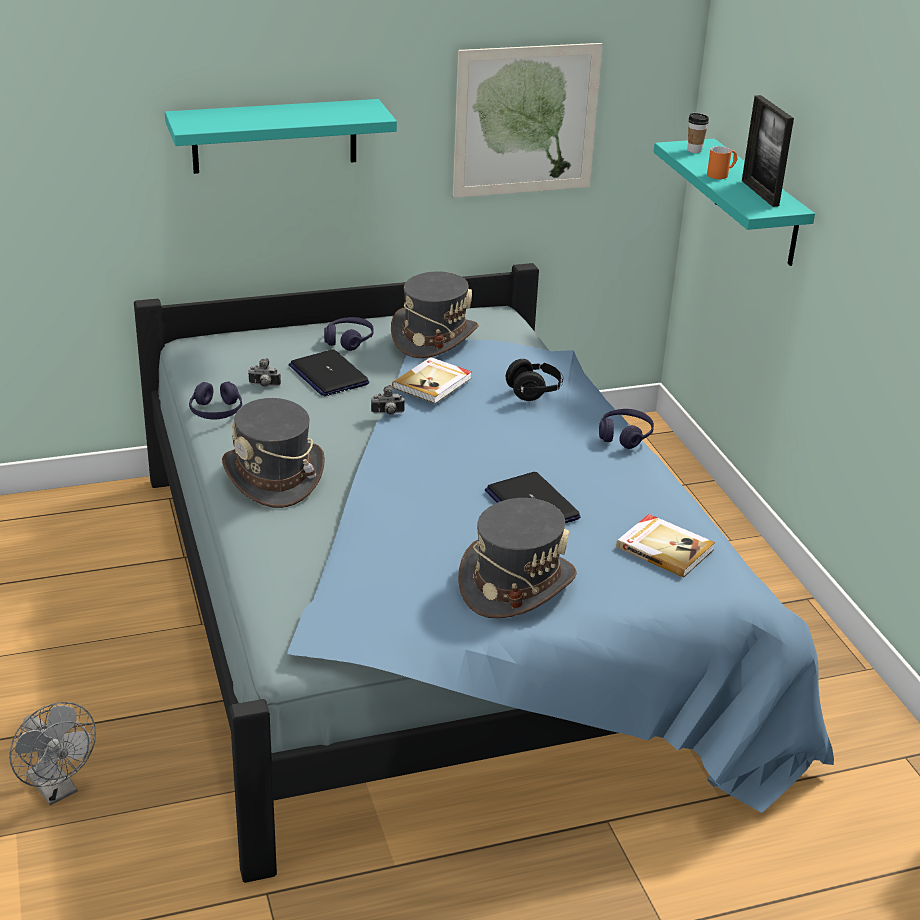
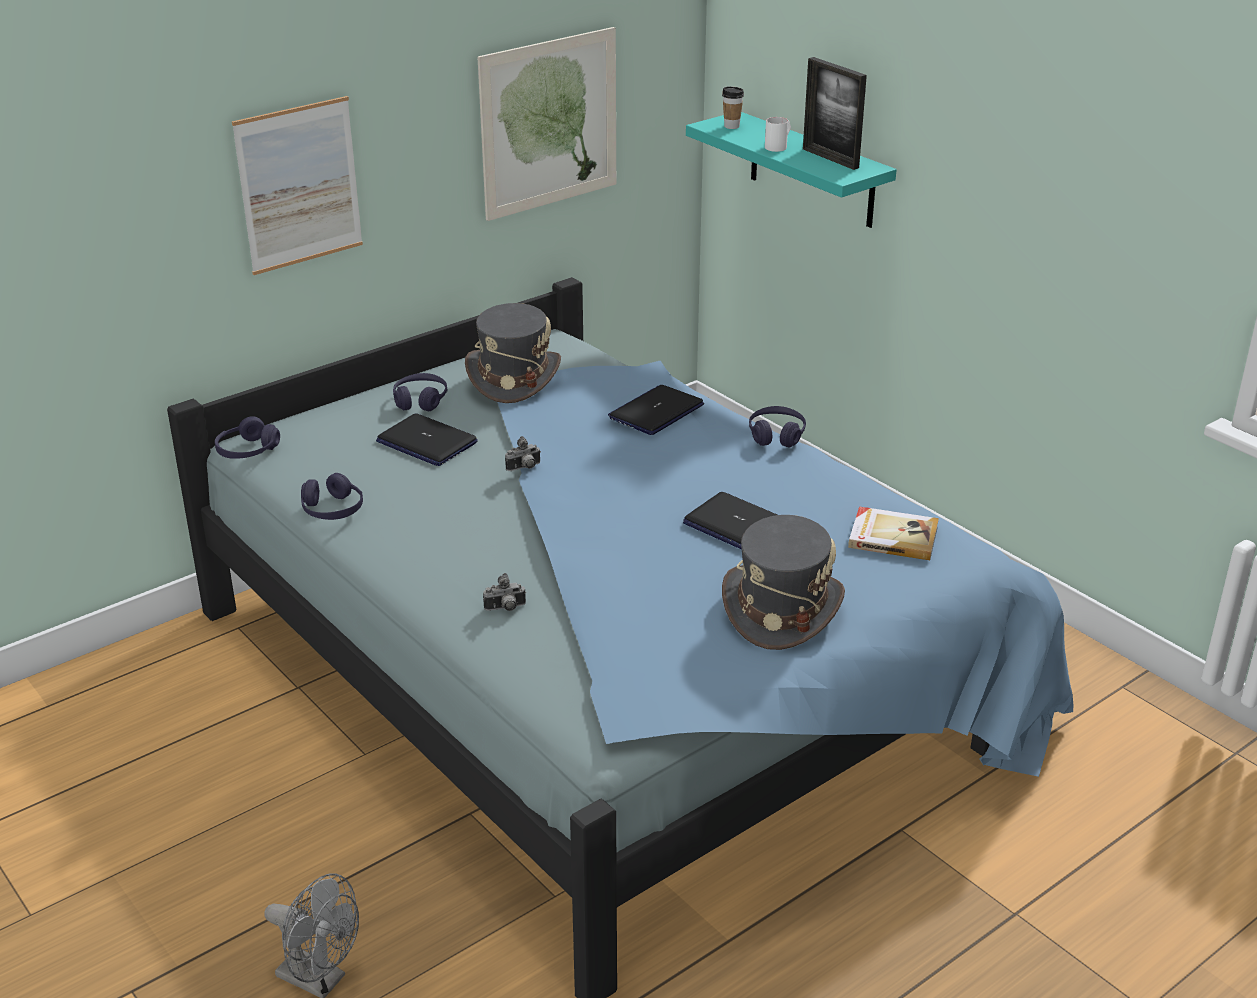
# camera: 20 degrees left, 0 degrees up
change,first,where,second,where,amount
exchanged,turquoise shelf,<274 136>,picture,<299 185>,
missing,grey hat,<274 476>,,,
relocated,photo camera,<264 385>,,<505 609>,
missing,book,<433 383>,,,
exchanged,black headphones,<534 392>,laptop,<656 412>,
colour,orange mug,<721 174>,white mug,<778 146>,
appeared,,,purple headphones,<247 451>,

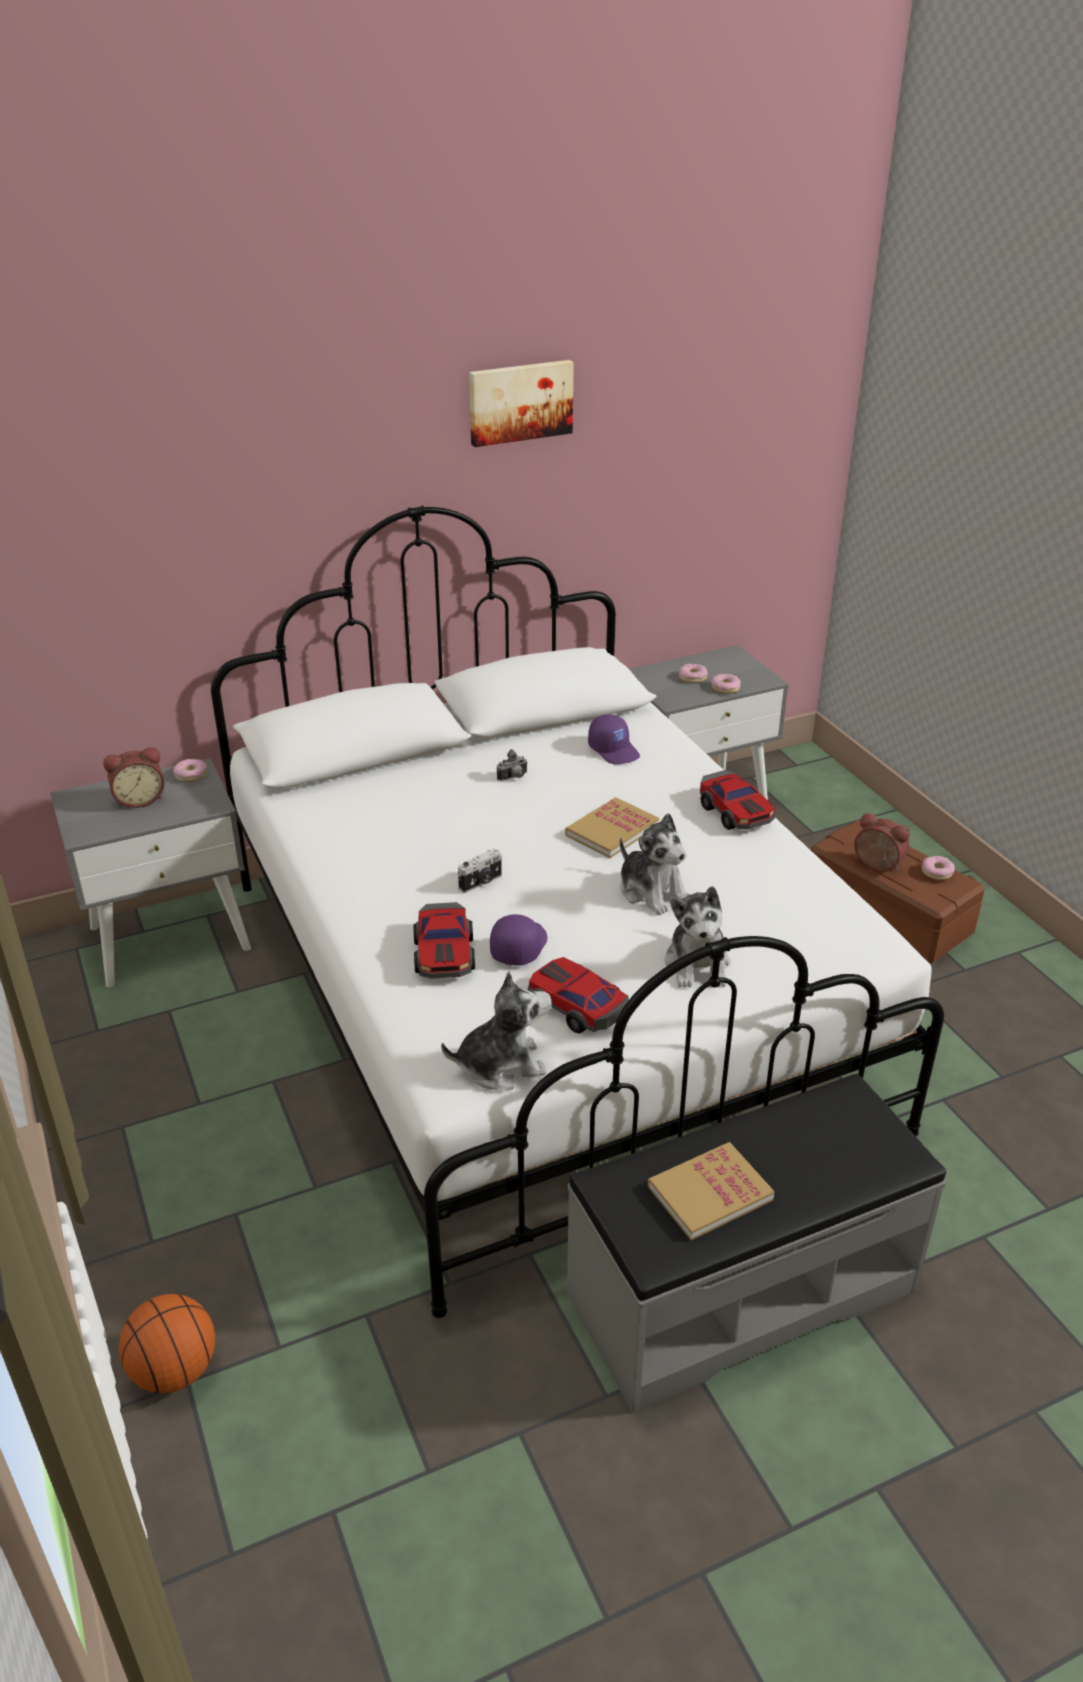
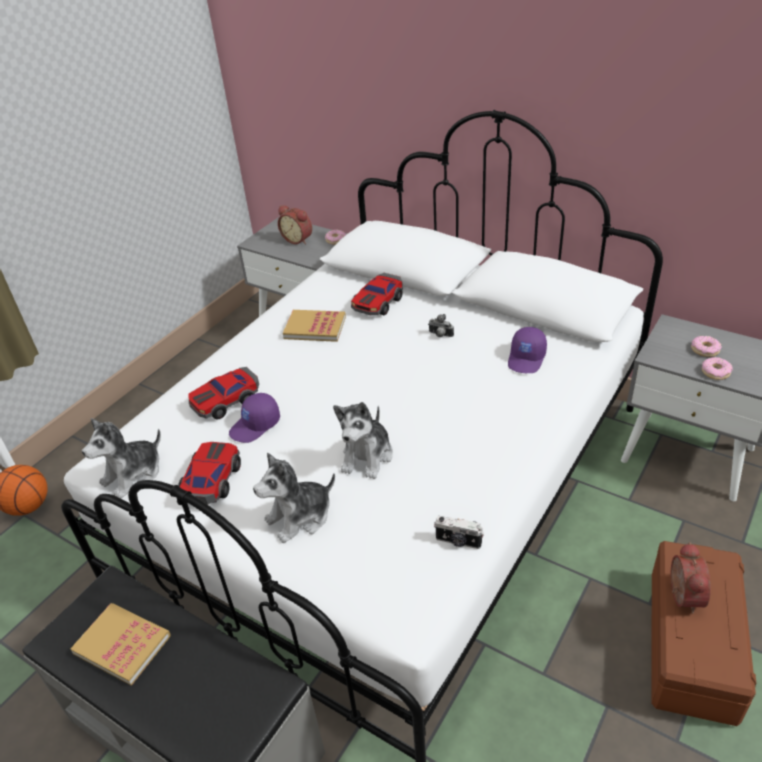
# camera: 60 degrees right, 5 degrees up
change,first,where,second,where,amount
spun,plush toy,<501 1065>,,<133 475>,90 degrees clockwise
relocated,photo camera,<481 883>,,<458 542>,
missing,picture,<520 402>,,,
spun,purple cap,<518 946>,,<255 426>,150 degrees clockwise
relocated,book,<612 830>,,<315 327>,
relocated,toy car,<735 812>,,<378 303>,
missing,donut,<936 872>,,,

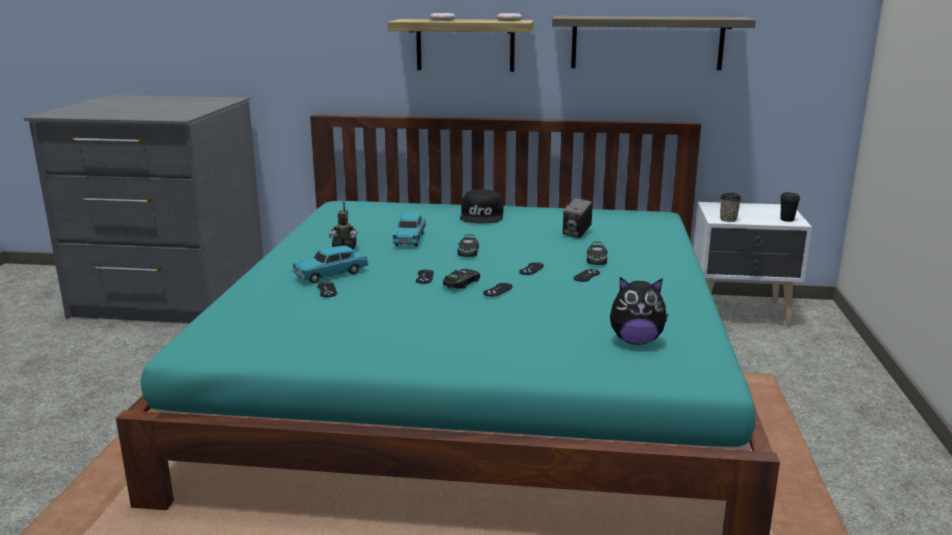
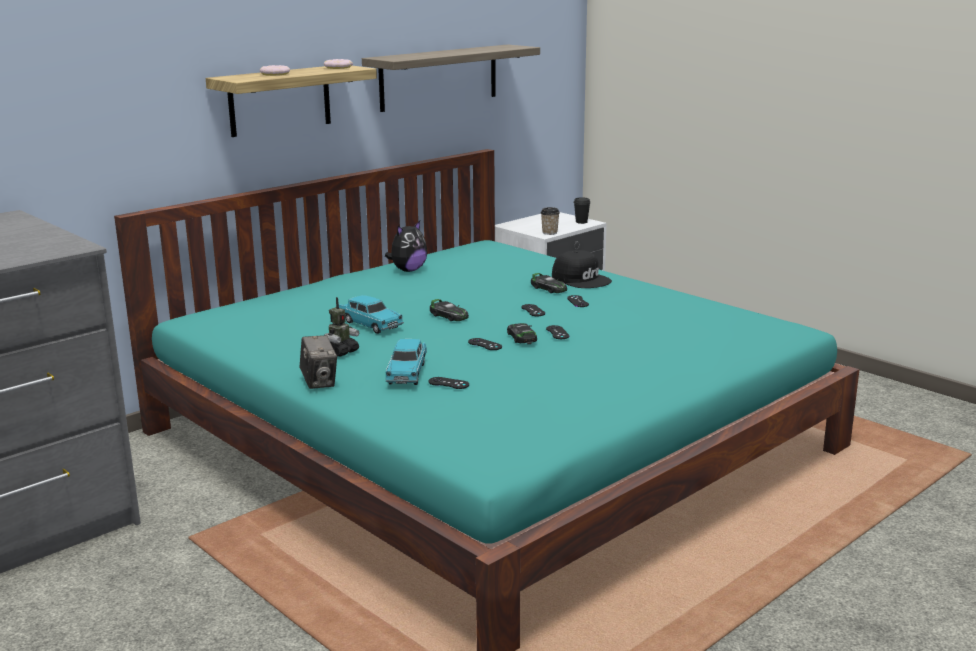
# camera: 50 degrees left, 0 degrees up
change,first,where,second,where,amount
relocated,black cap,<482 216>,,<581 279>,
relocated,photo camera,<577 233>,,<319 382>,
relocated,plush toy,<636 341>,,<408 270>,

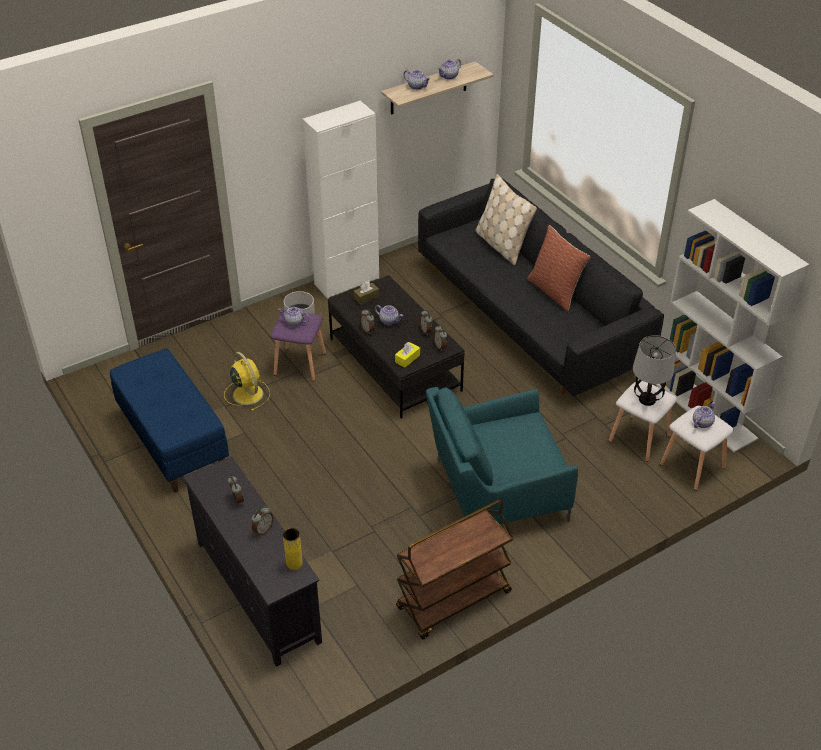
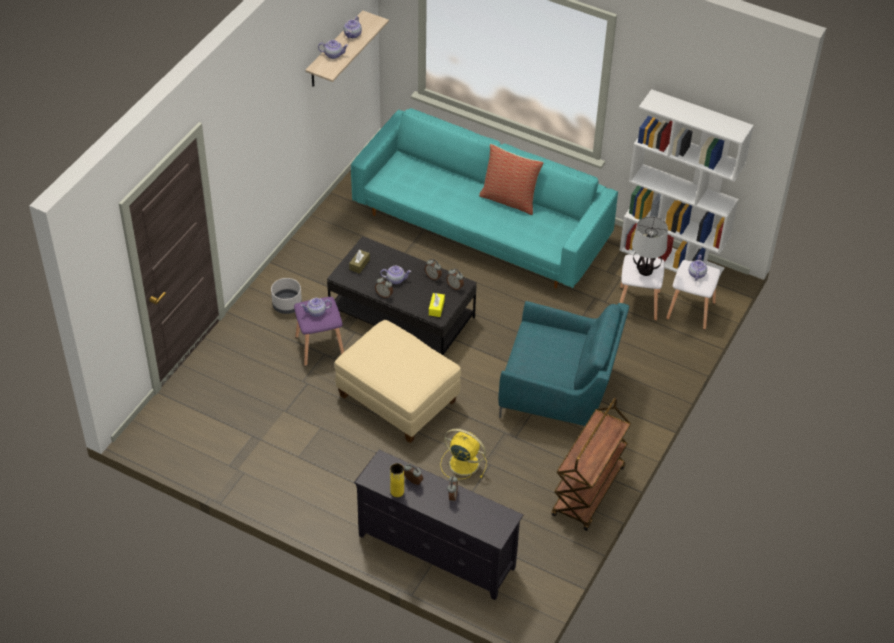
# camera: 30 degrees left, 5 degrees up
change,first,where,second,where,amount
missing,blue bench,<172 441>,,,
relocated,yellow fan,<247 393>,,<462 463>,
relocated,yellow vase,<294 563>,,<397 491>,
missing,white cabinet,<346 281>,,,
colour,black sofa,<529 315>,turquoise sofa,<481 226>,
spun,turquoise armchair,<495 491>,,<560 392>,120 degrees counterclockwise
missing,beige pillow,<501 245>,,,
appeared,,,beige ottoman,<398 399>,

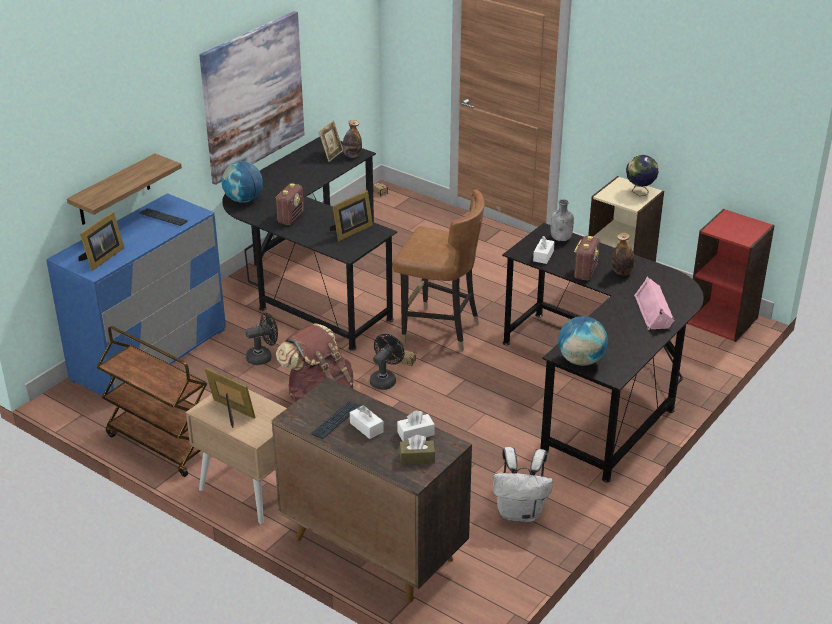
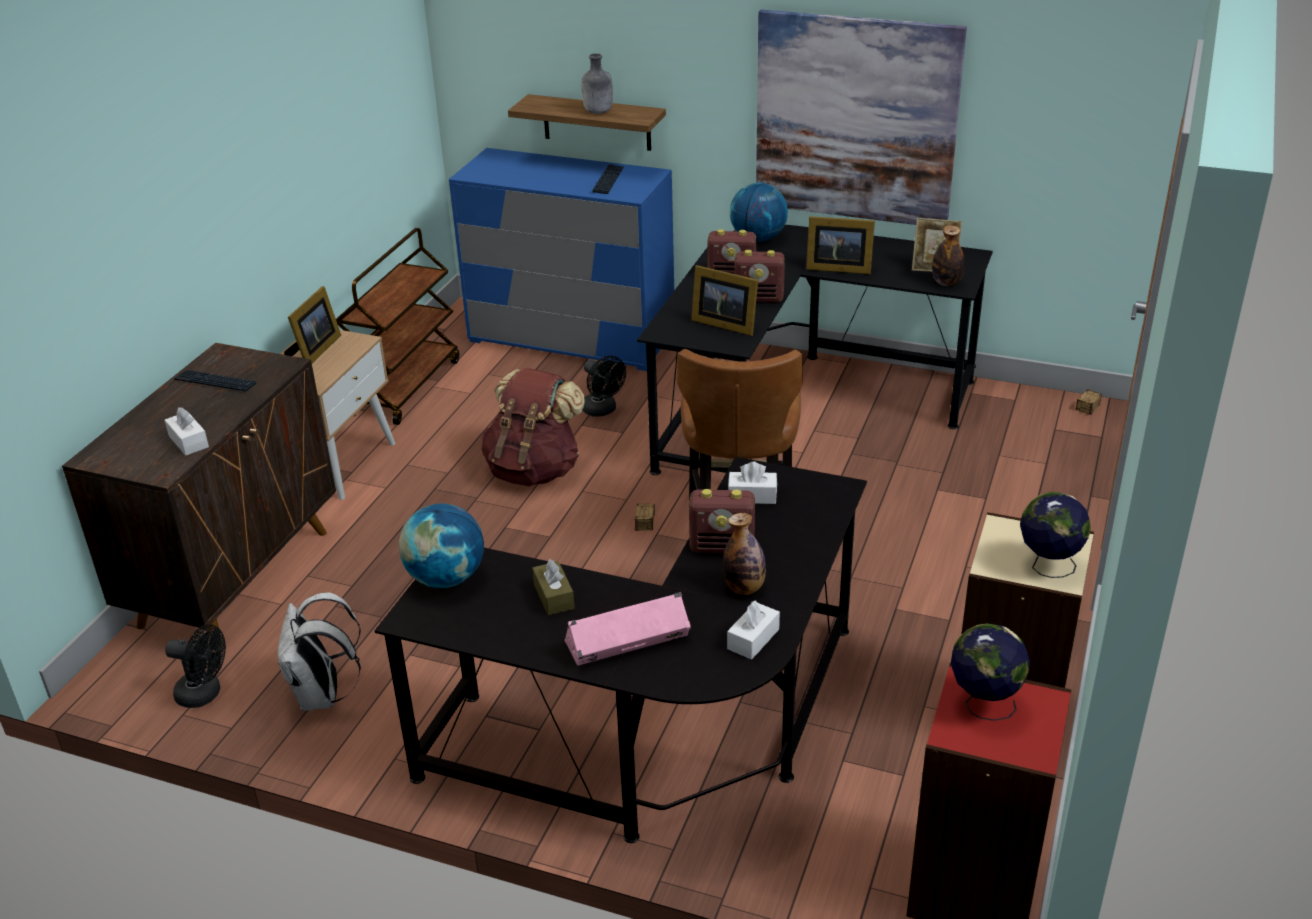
# camera: 75 degrees right, 0 degrees up
change,first,where,second,where,amount
relocated,picture frame,<102 258>,,<836 267>,
relocated,white tissue box,<366 427>,,<753 639>,
relocated,black fan,<385 379>,,<205 694>,
relocated,brown tissue box,<417 458>,,<554 596>,
relocated,grey bottle,<561 239>,,<598 112>,
appeared,,,radio,<759 298>,
appeared,,,globe,<983 705>,

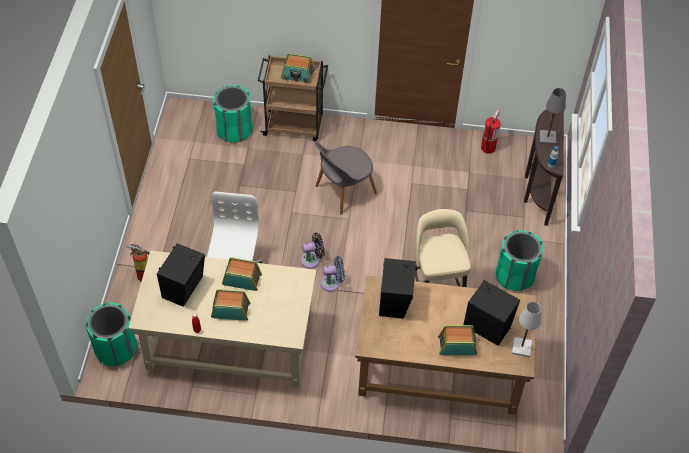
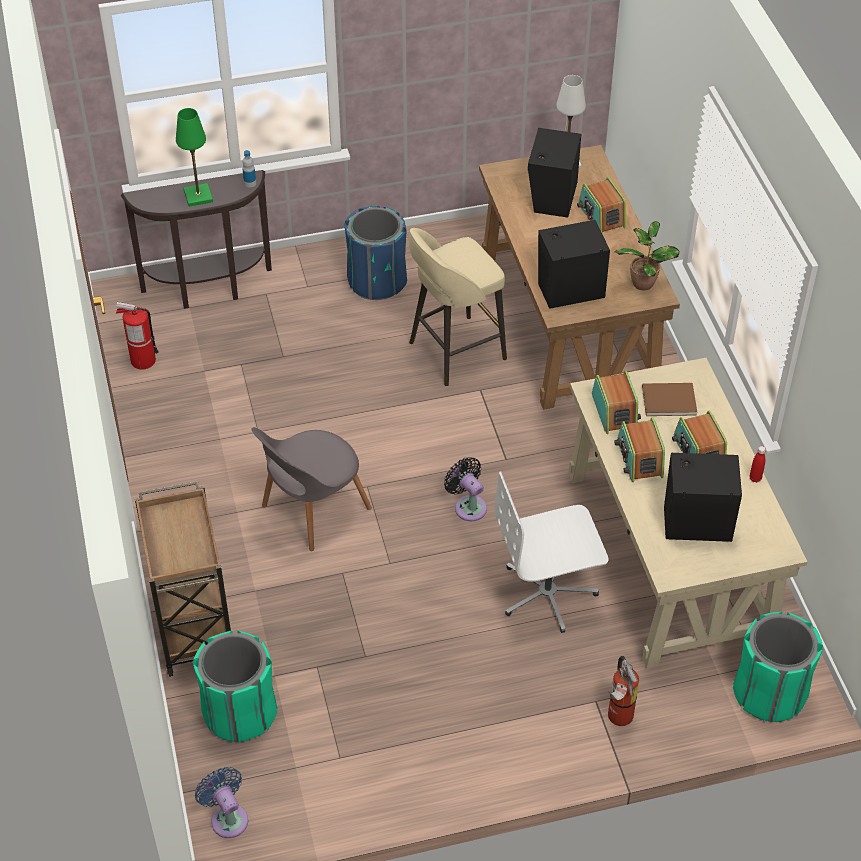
# camera: 110 degrees left, 5 degrees down
change,first,where,second,where,amount
relocated,radio,<297 75>,,<614 411>,
spun,grey chair,<343 191>,,<312 510>,105 degrees clockwise
relocated,blue fan,<332 283>,,<227 817>,
colour,green trash can,<514 275>,blue trash can,<376 281>,
colour,grey table lamp,<547 138>,green table lamp,<198 196>,
appeared,,,potted plant,<643 282>,
appeared,,,brown book,<667 399>,

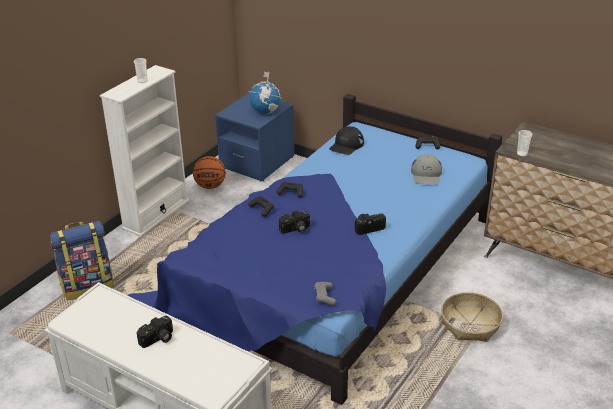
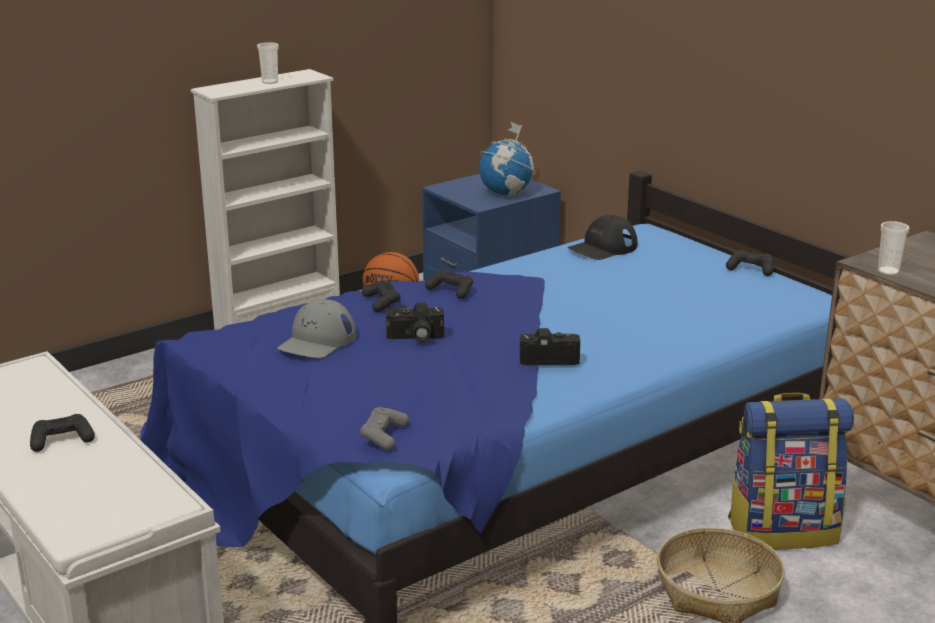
# camera: 20 degrees right, 10 degrees down
change,first,where,second,where,amount
relocated,backpack,<87 285>,,<783 530>,
exchanged,photo camera,<158 339>,black game controller,<62 440>,
relocated,grey cap,<426 174>,,<317 341>,

